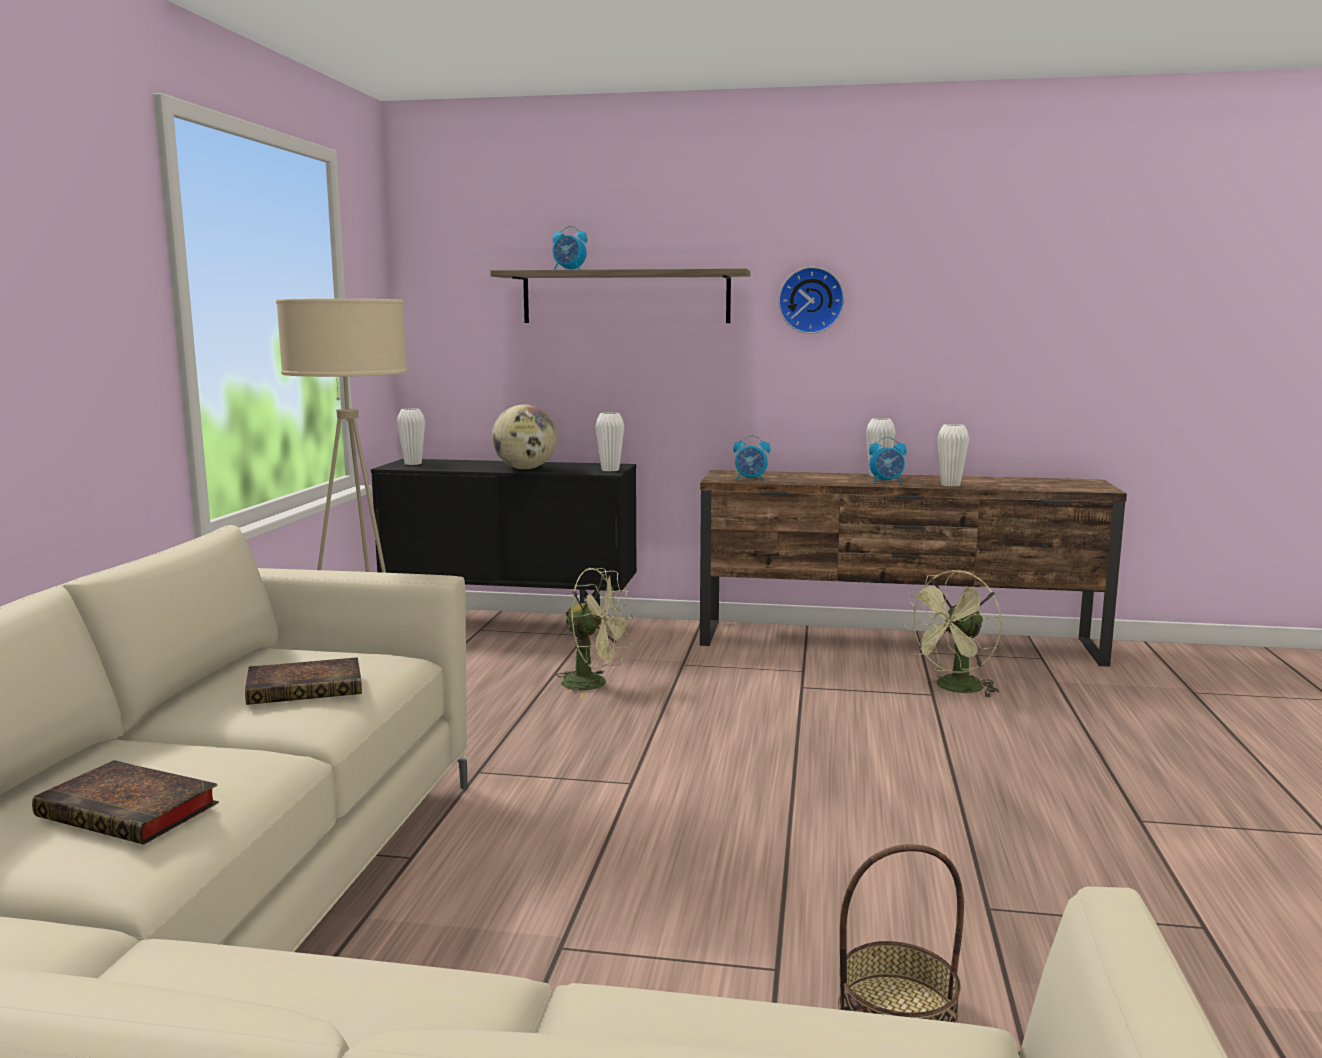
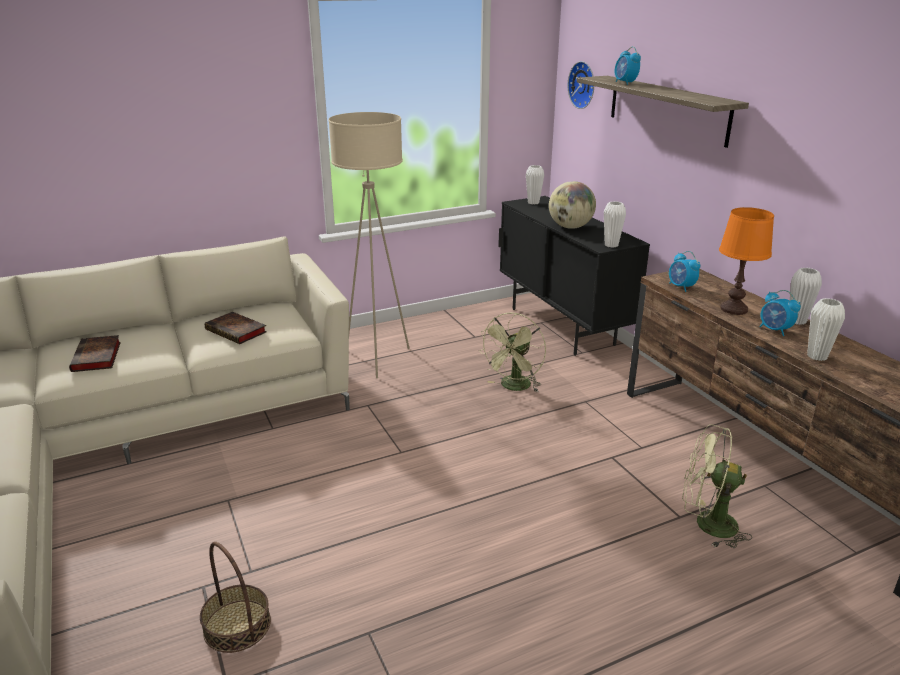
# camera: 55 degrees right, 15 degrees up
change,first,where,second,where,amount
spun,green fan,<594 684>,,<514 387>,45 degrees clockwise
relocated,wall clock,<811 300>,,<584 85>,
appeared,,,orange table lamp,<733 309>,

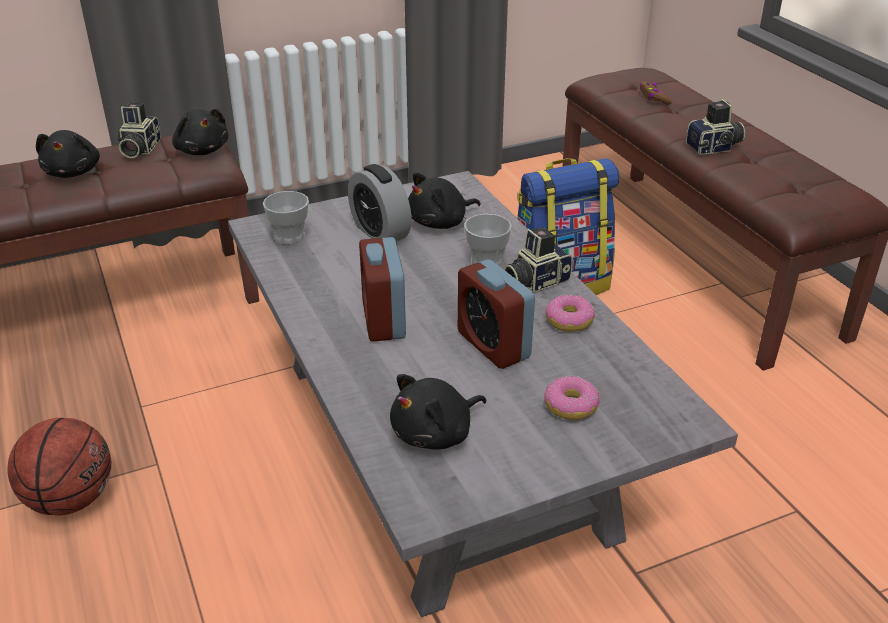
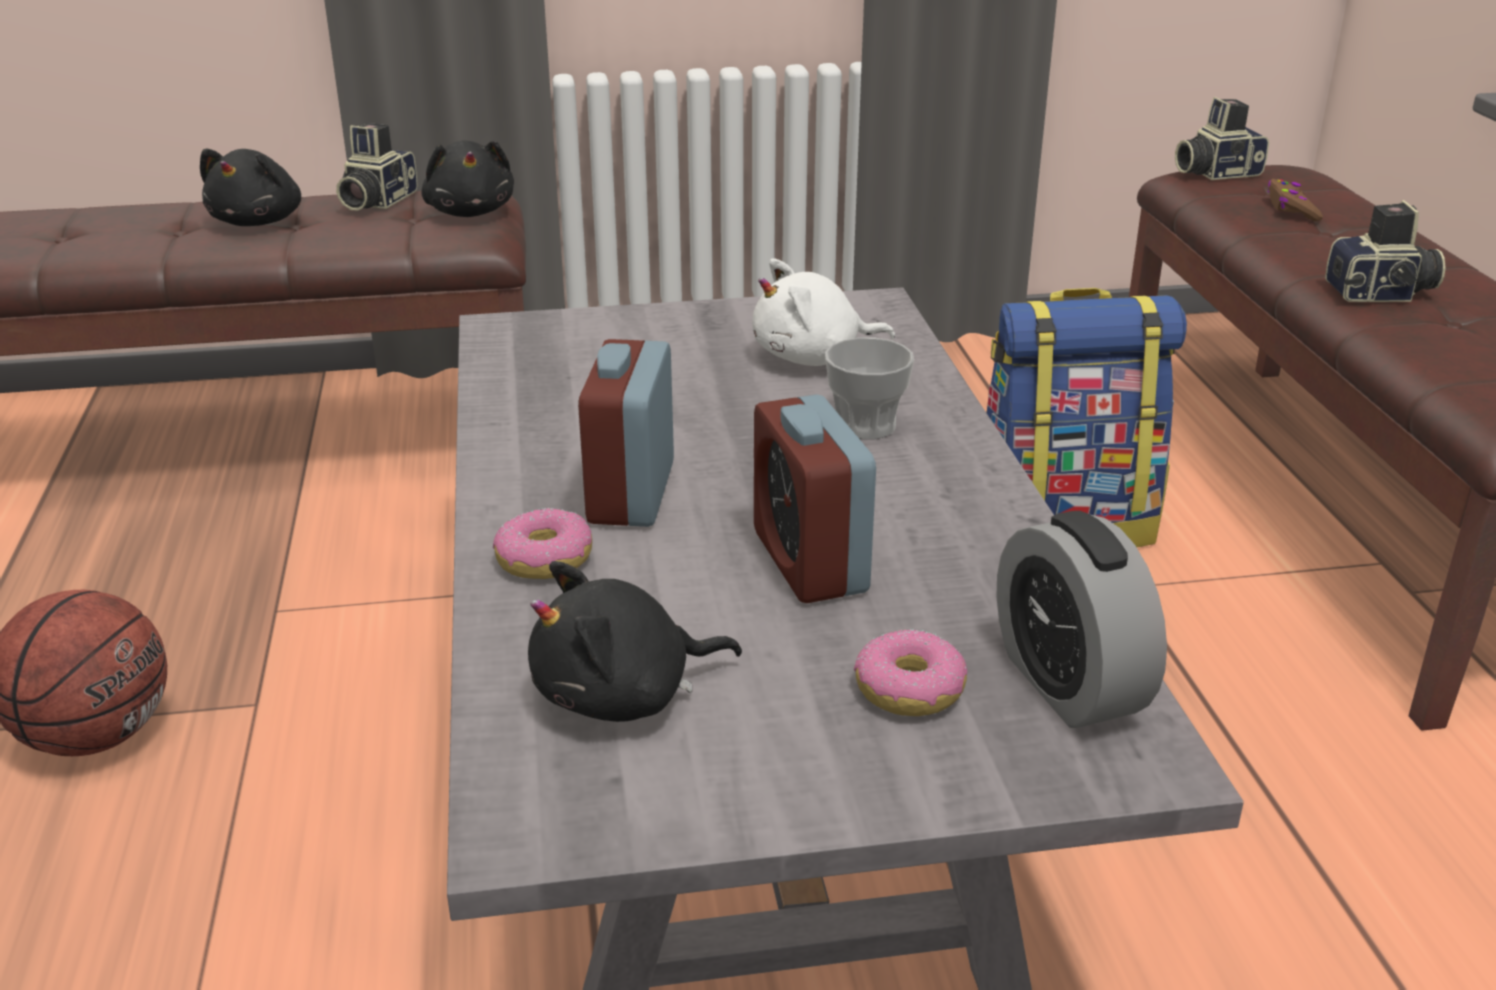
# camera: 15 degrees right, 5 degrees down
change,first,where,second,where,amount
missing,cup,<289 236>,,,
relocated,alarm clock,<380 232>,,<1068 683>,
colour,black plush toy,<440 222>,white plush toy,<813 357>,
relocated,photo camera,<534 281>,,<1215 173>,
relocated,donut,<569 320>,,<544 559>,

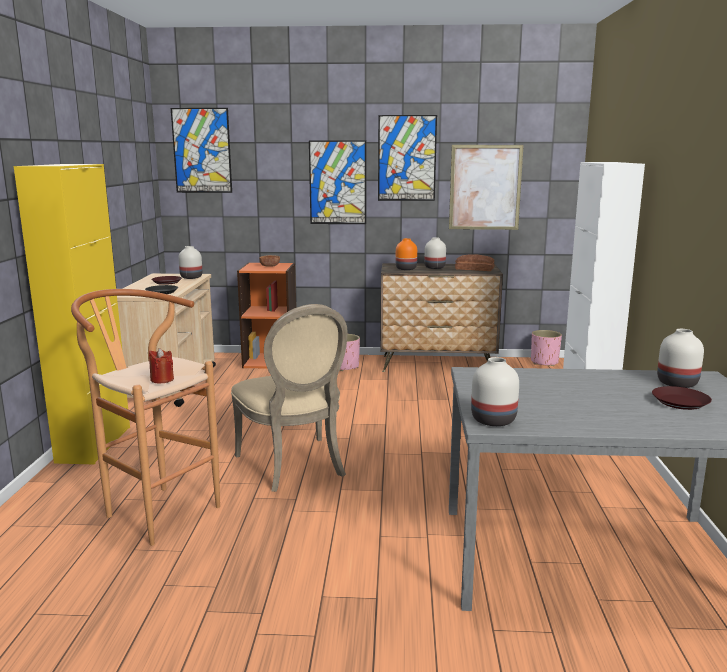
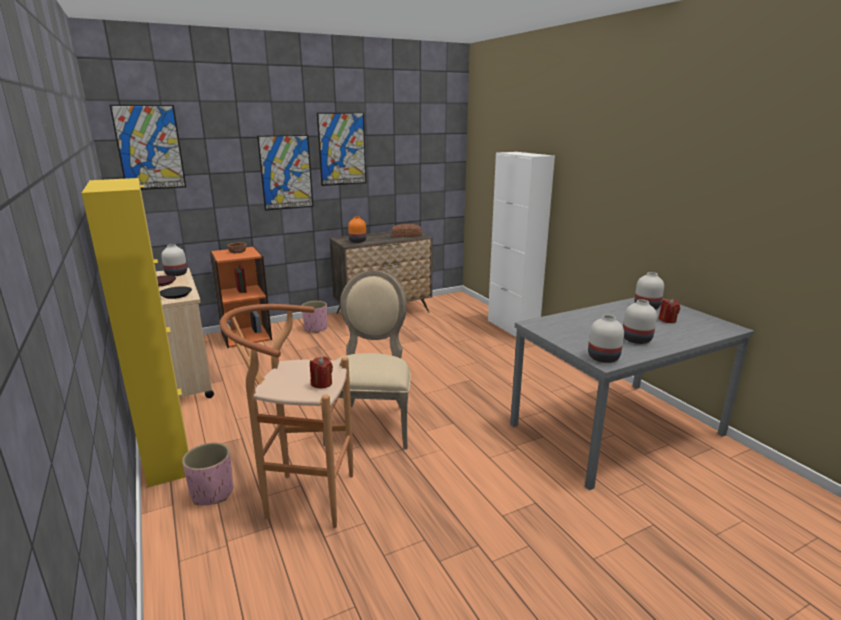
# camera: 30 degrees left, 5 degrees up
change,first,where,second,where,amount
spun,beige chair,<295 466>,,<371 423>,120 degrees counterclockwise
relocated,white vase,<434 267>,,<637 340>,
missing,picture,<485 187>,,,
relocated,pink planter,<544 362>,,<212 493>,
exchanged,brown plate,<680 402>,red candle,<667 320>,

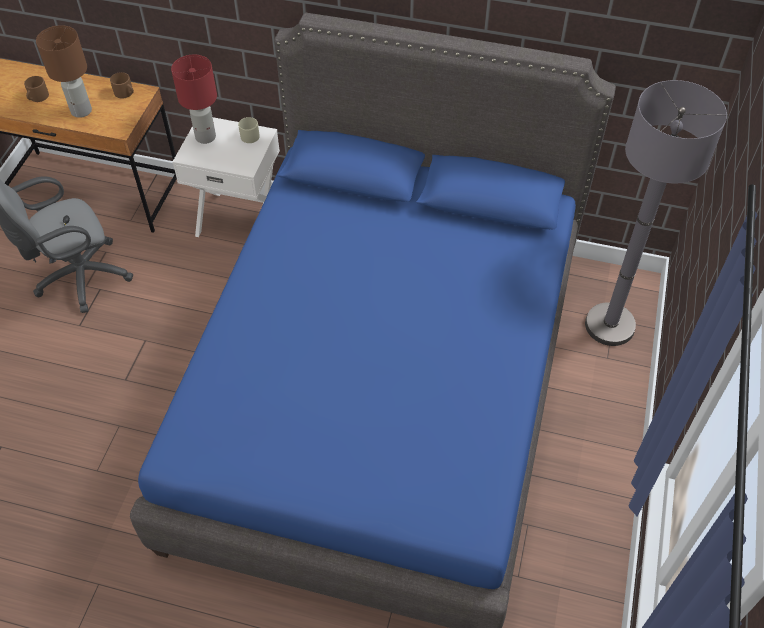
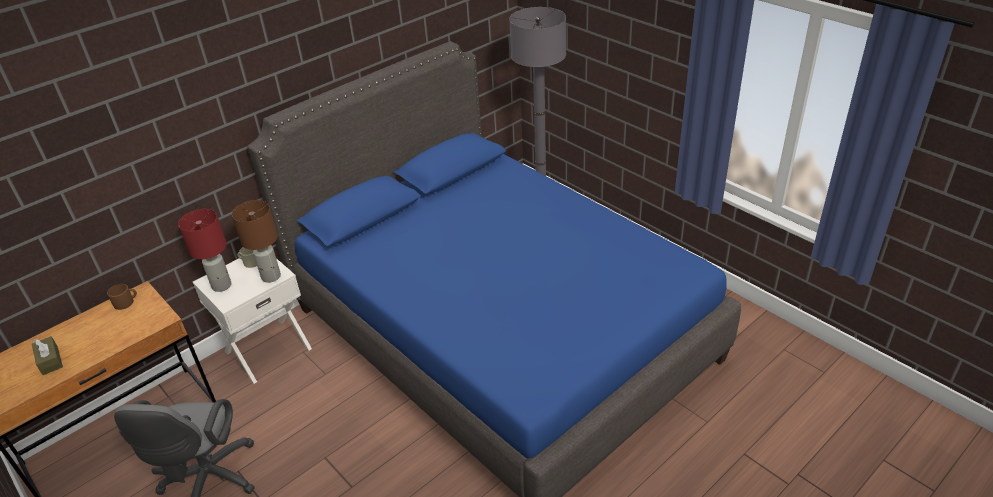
# camera: 55 degrees left, 15 degrees down
change,first,where,second,where,amount
exchanged,brown mug,<37 97>,brown tissue box,<50 360>,
relocated,brown table lamp,<81 111>,,<271 276>,

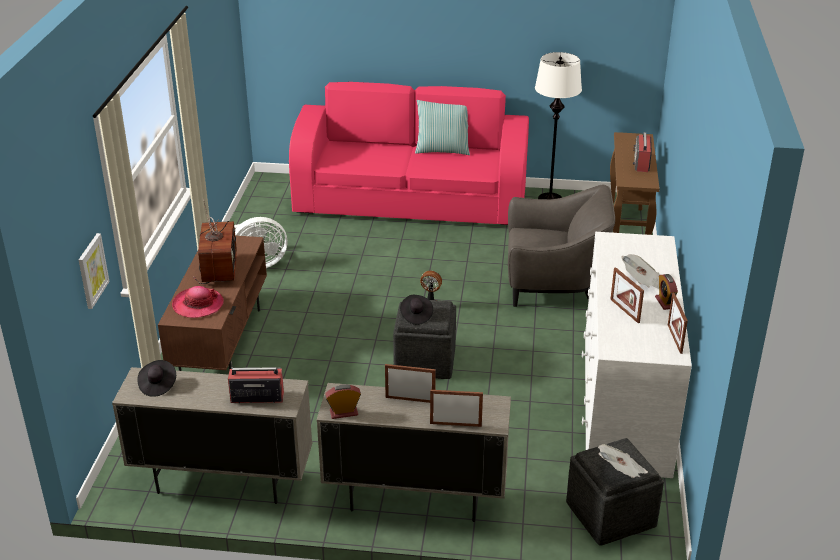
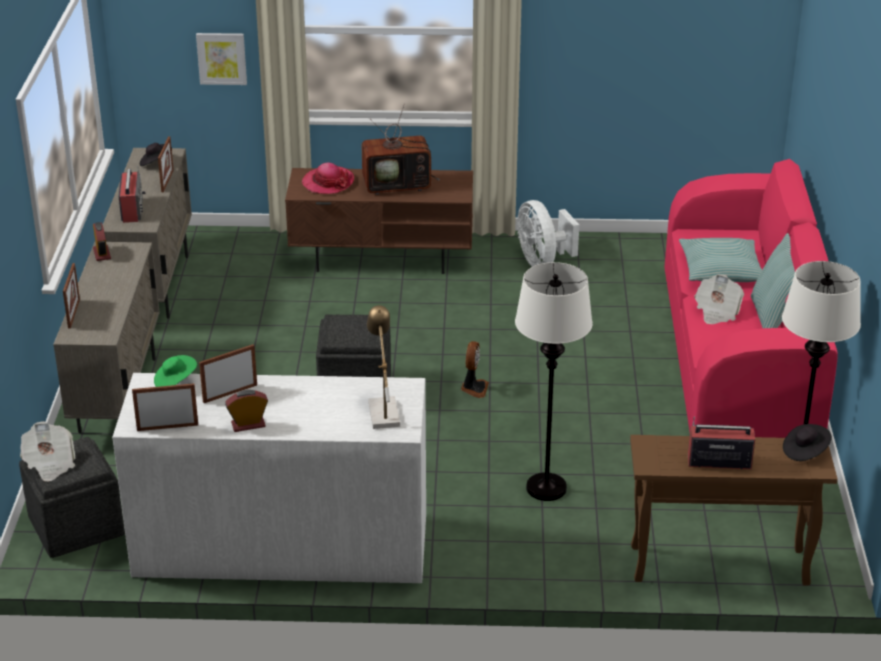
# camera: 85 degrees right, 0 degrees up
change,first,where,second,where,amount
relocated,picture frame,<410 399>,,<167 181>,
relocated,black hat,<416 316>,,<805 451>,
exchanged,grey armchair,<553 285>,white floor lamp,<546 488>,
relocated,newspaper,<642 282>,,<717 311>,
appeared,,,green hat,<175 381>,
appeared,,,table lamp,<382 410>,
appeared,,,pillow,<721 270>,

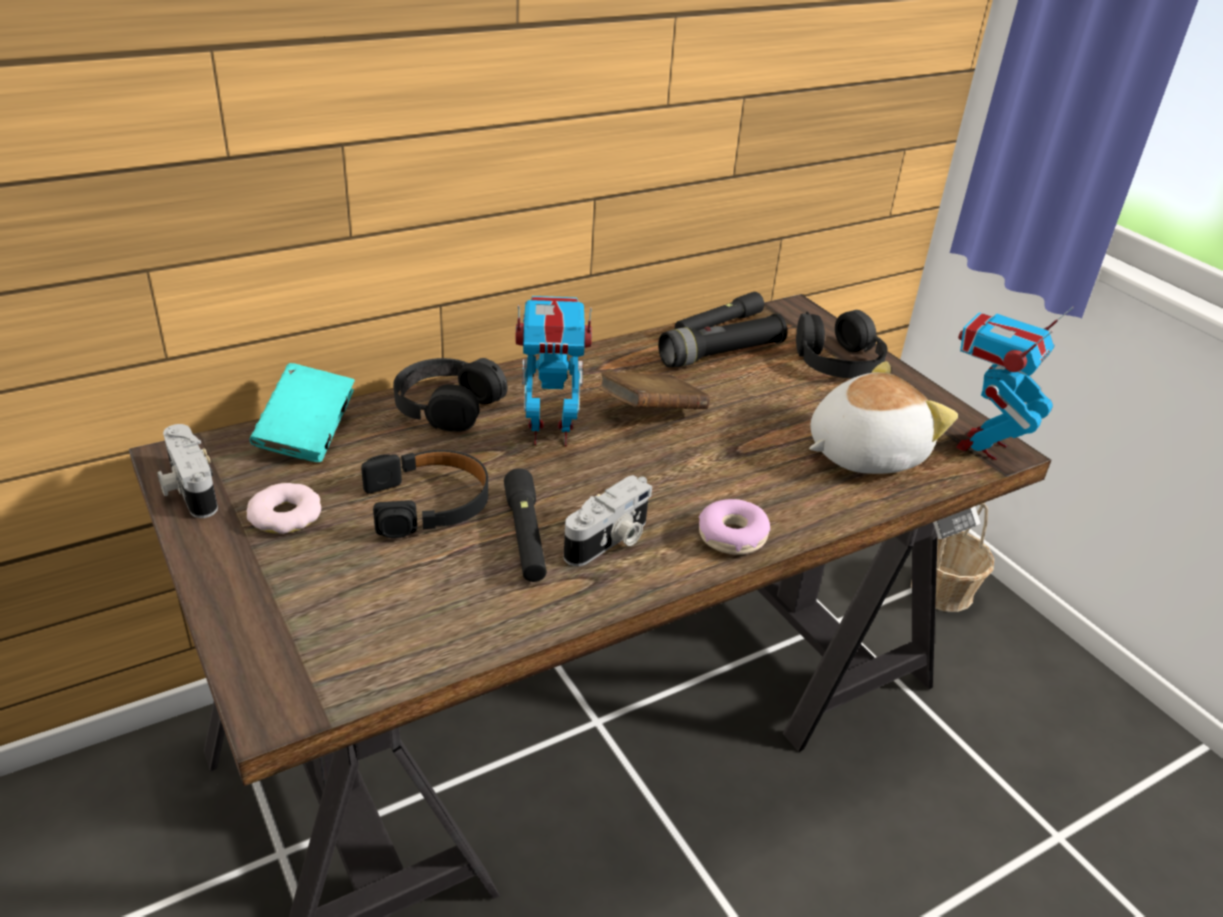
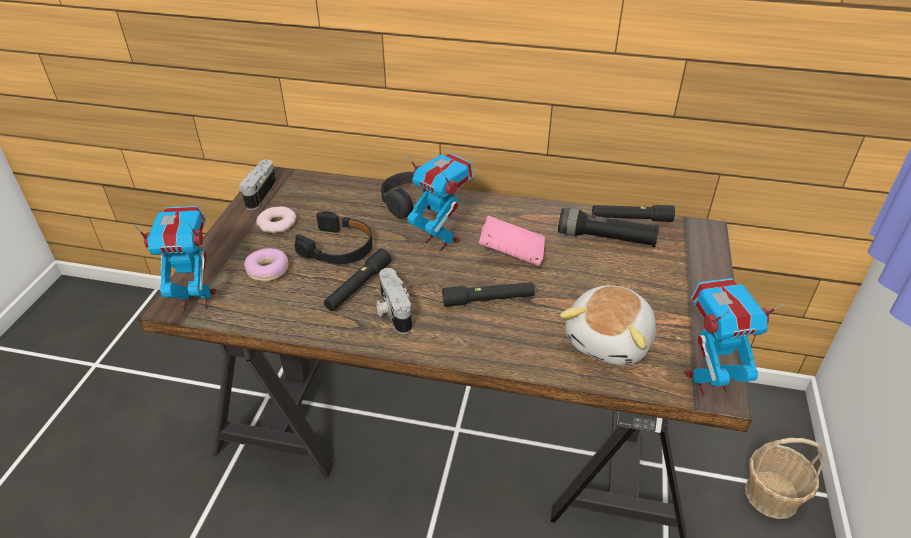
# camera: 45 degrees right, 5 degrees up
change,first,where,second,where,amount
missing,turquoise book,<307 435>,,,
spun,photo camera,<610 541>,,<392 311>,75 degrees clockwise
colour,brown book,<651 413>,pink book,<511 254>,
relocated,donut,<732 537>,,<268 270>,
missing,black headphones,<837 360>,,,
spun,plush toy,<863 452>,,<610 341>,105 degrees clockwise
appeared,,,toy robot,<197 299>,
appeared,,,black flashlight,<488 300>,

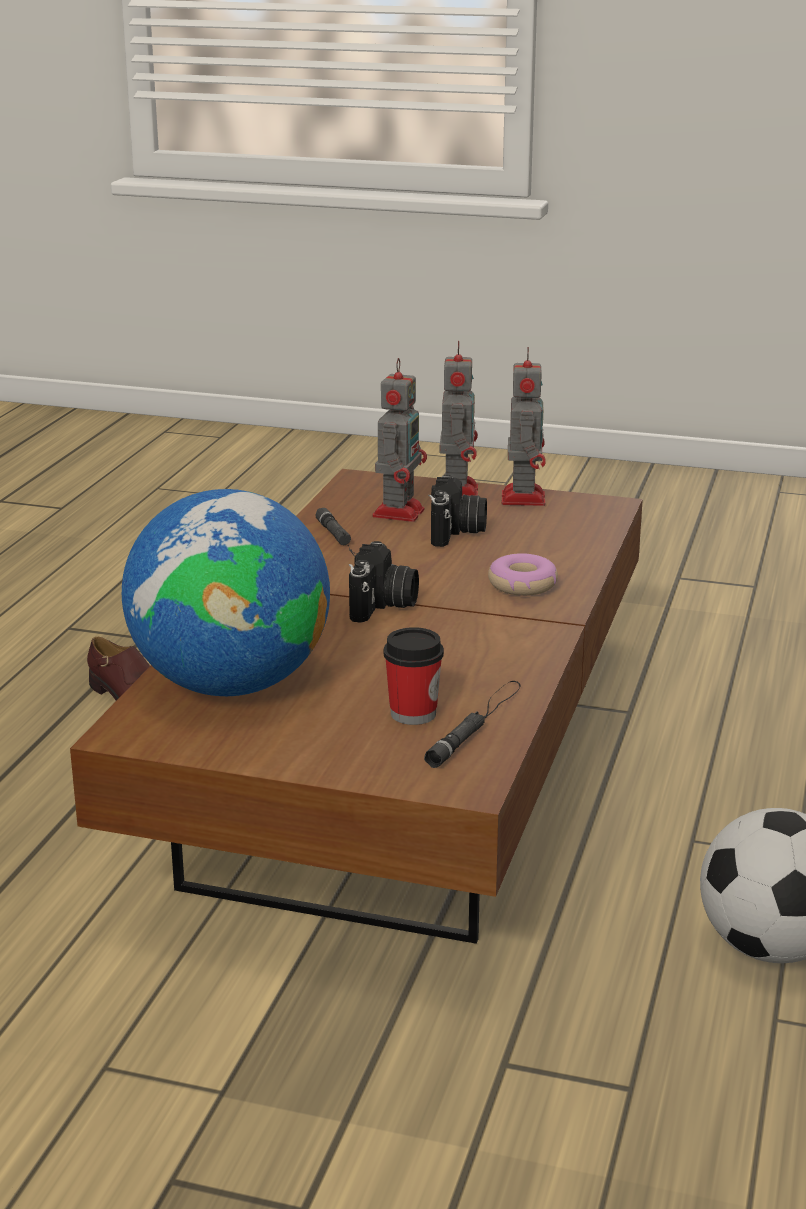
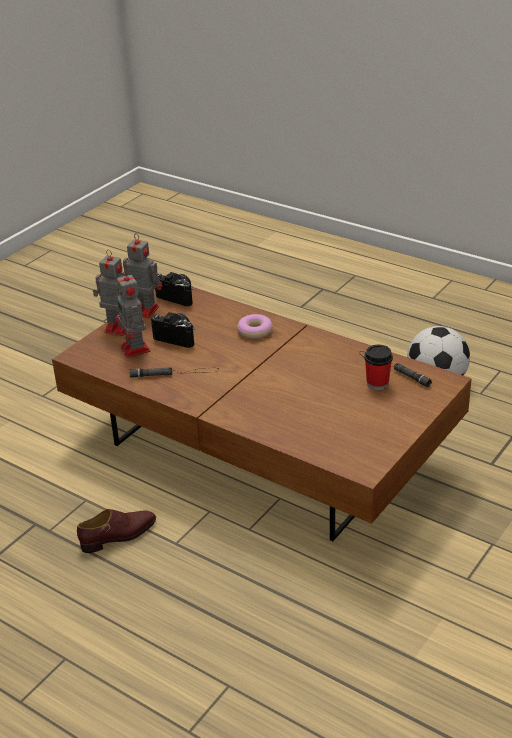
# camera: 70 degrees left, 10 degrees up
change,first,where,second,where,amount
missing,globe,<229 684>,,,
relocated,photo camera,<383 606>,,<178 297>,
spun,toy robot,<399 512>,,<135 350>,150 degrees counterclockwise

